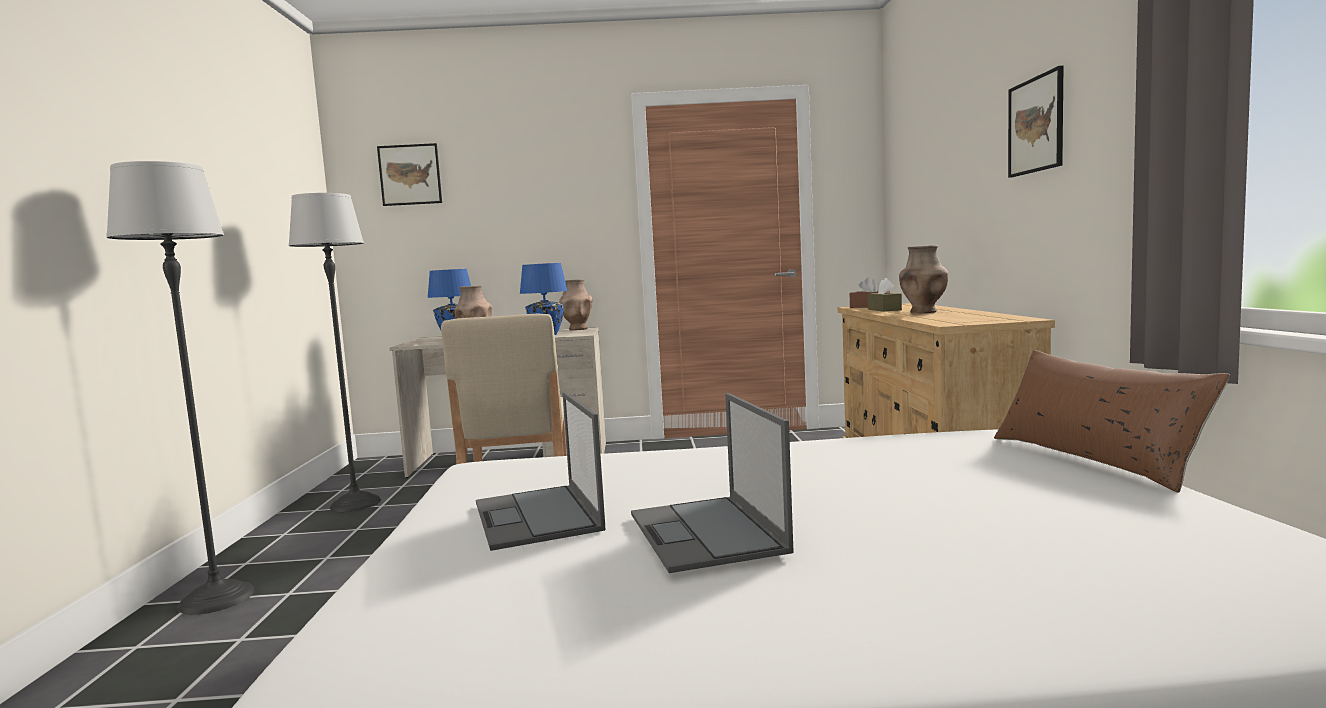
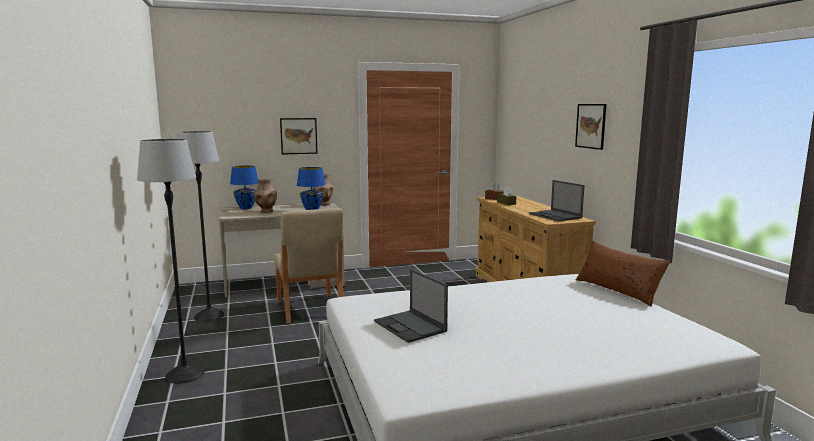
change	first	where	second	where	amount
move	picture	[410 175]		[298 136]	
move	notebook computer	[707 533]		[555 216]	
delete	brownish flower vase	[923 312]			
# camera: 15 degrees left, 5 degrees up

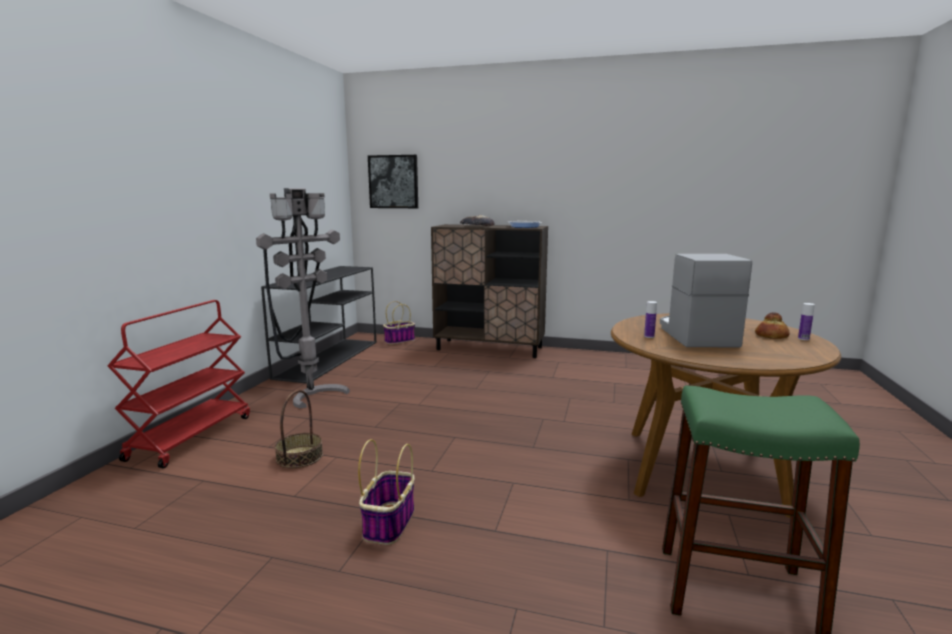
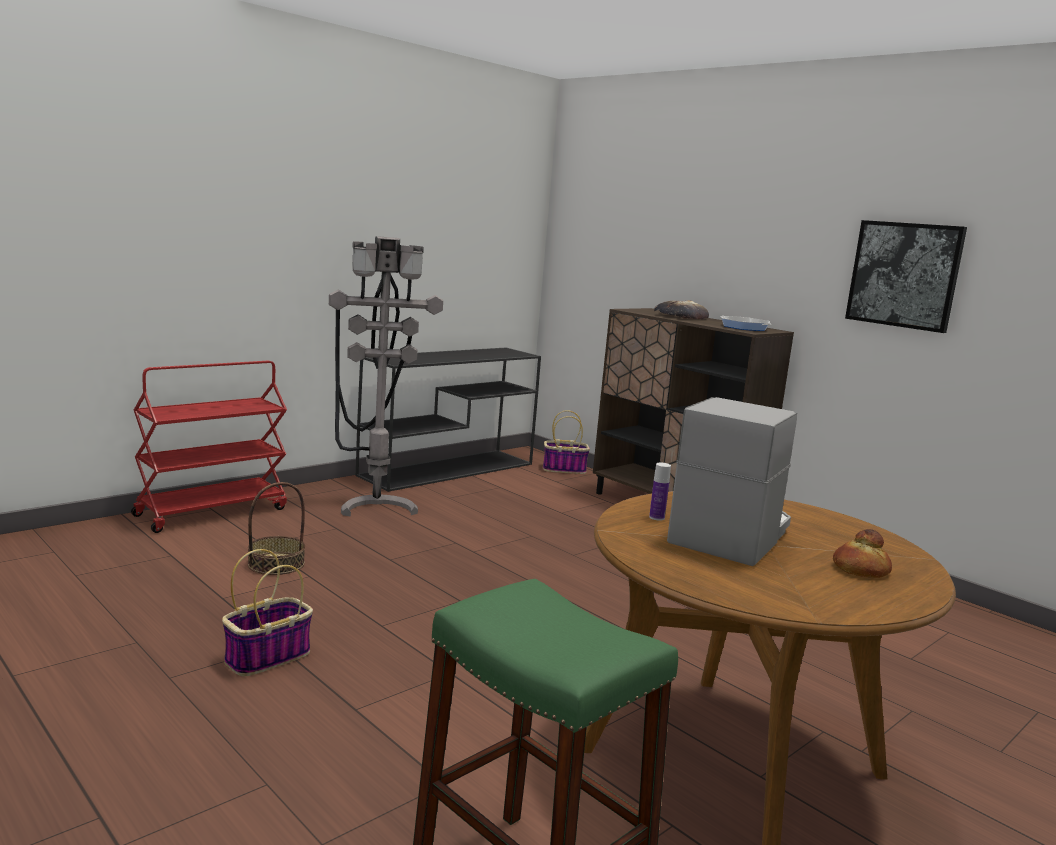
change	first	where	second	where	amount
move	picture	[393 182]		[904 275]	
delete	beverage bottle	[803 339]			
# camera: 30 degrees right, 0 degrees up

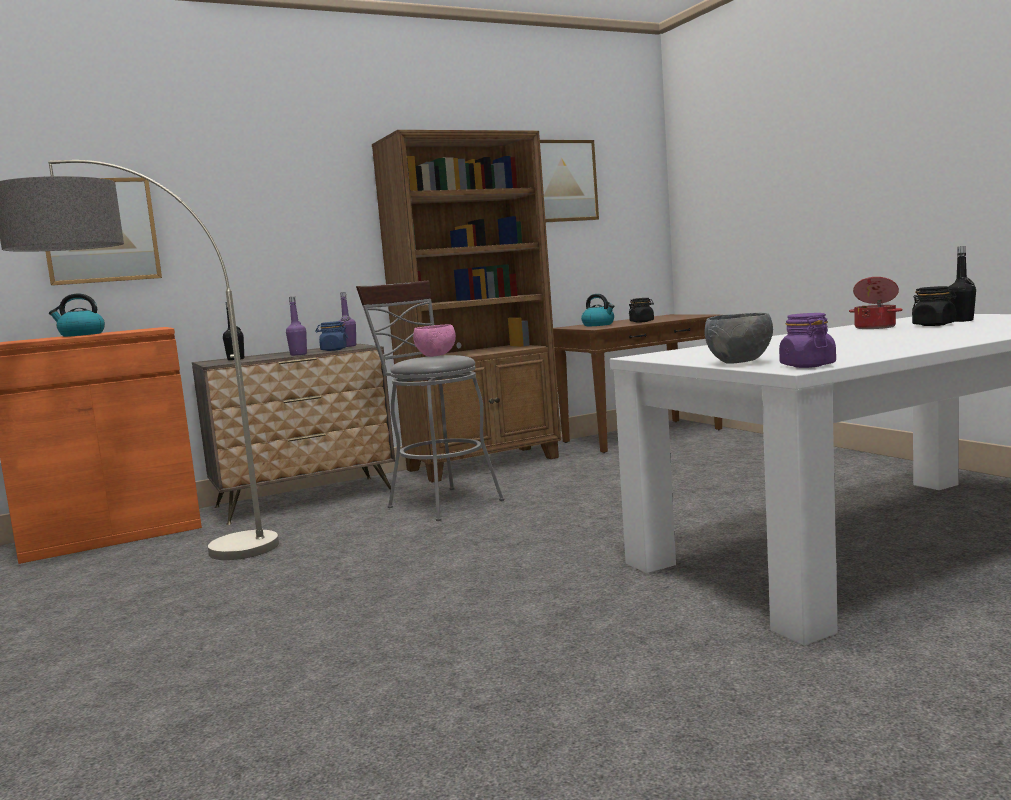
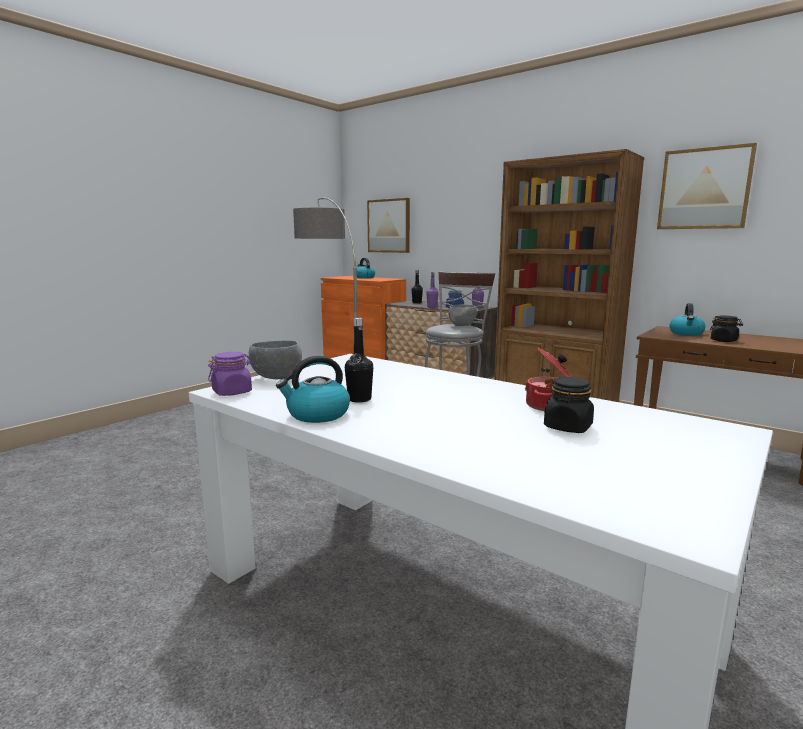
change	first	where	second	where	amount
insert			tea kettle	[317 415]	
move	black-coloured beverage bottle	[961 320]		[359 399]	
recolor	pink-coloured serving bowl	[436 355]	grey serving bowl	[462 326]	
# camera: 65 degrees right, 5 degrees up

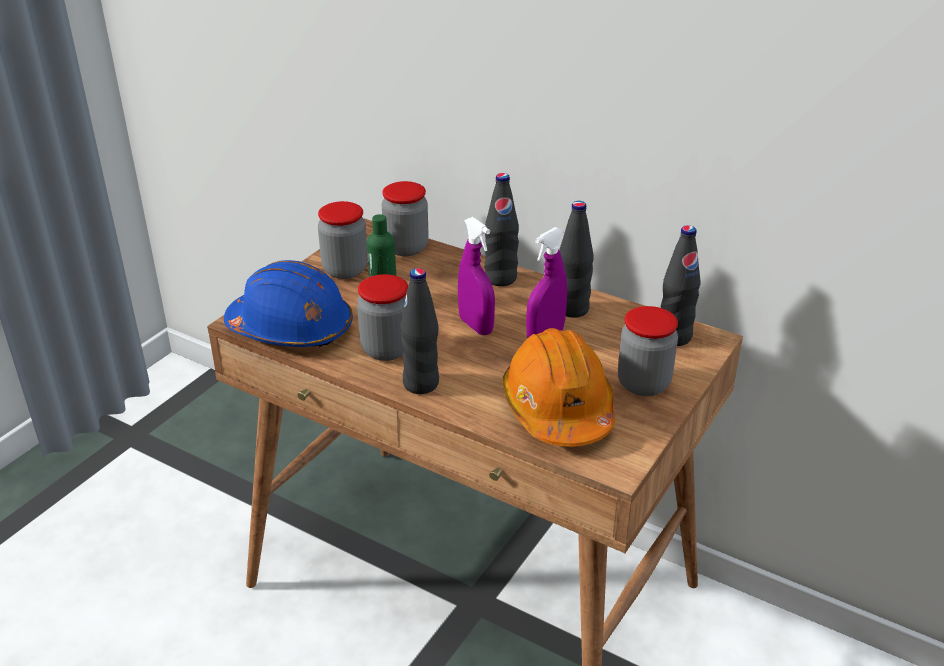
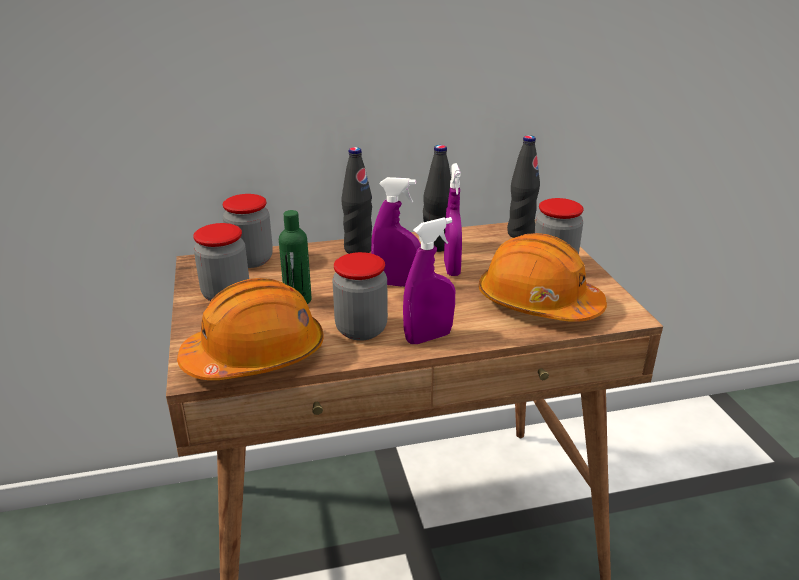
change	first	where	second	where	amount
recolor	blue-coloured work helmet	[291 329]	orange-coloured work helmet	[256 356]	
replace	black-coloured beverage bottle	[421 384]	purple spray bottle	[428 337]	
# camera: 45 degrees left, 5 degrees down

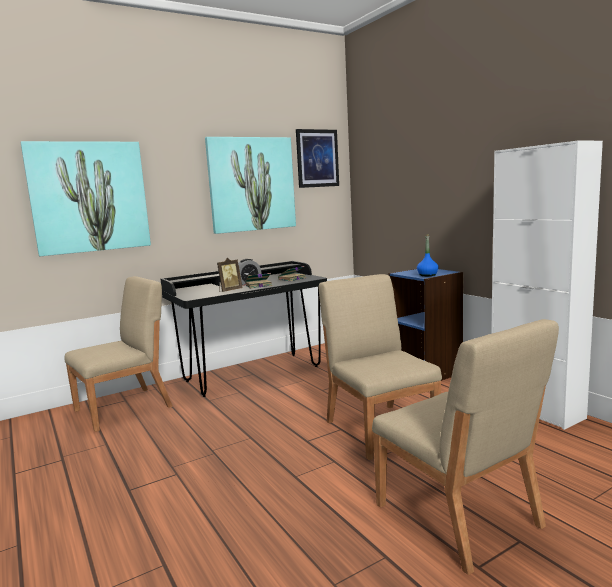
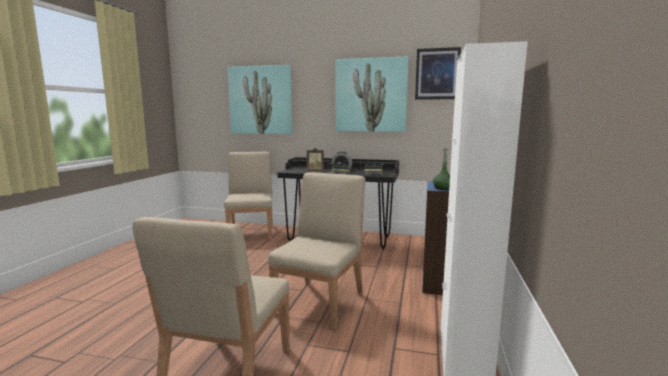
change	first	where	second	where	amount
rotate	beige chair	[125 408]		[251 232]	105 degrees counterclockwise
recolor	blue-coloured beverage bottle	[427 275]	green-coloured beverage bottle	[443 188]	
# camera: 45 degrees right, 0 degrees up

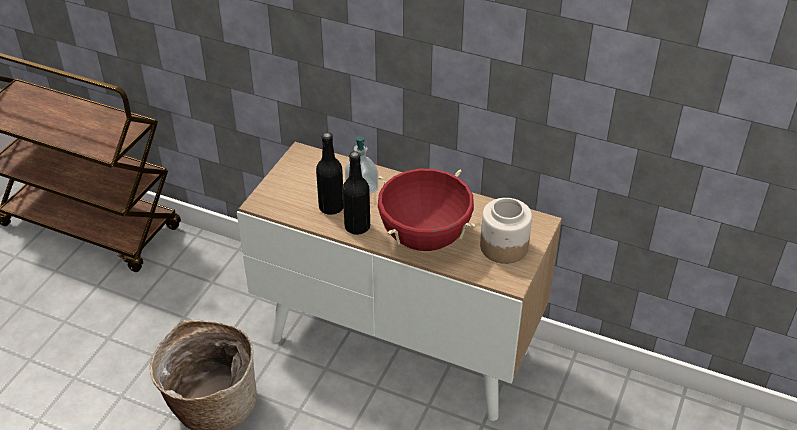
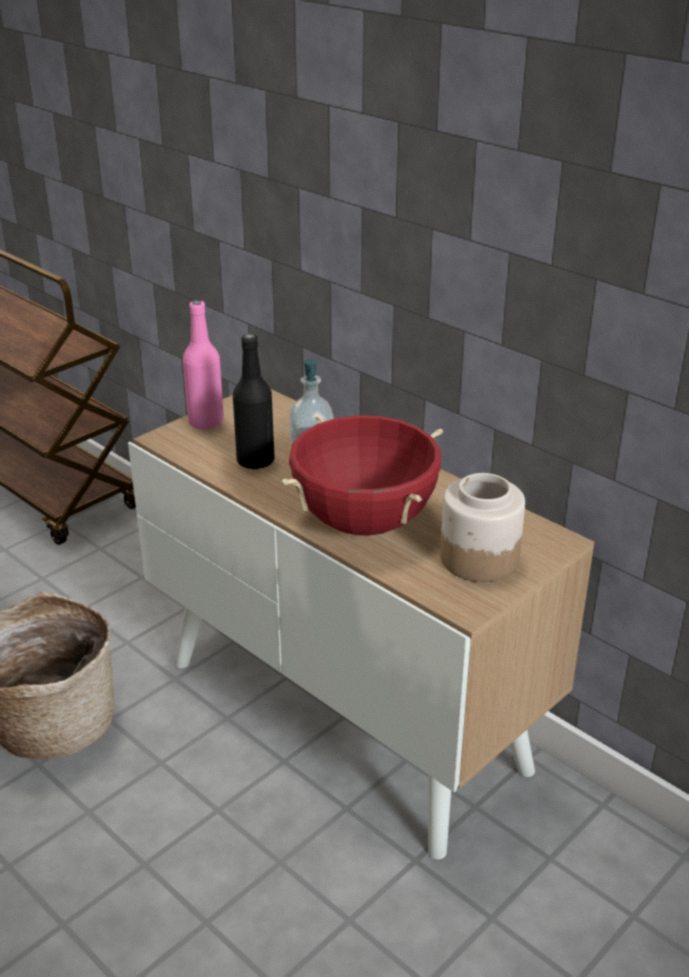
change	first	where	second	where	amount
insert			pink-coloured beverage bottle	[206 422]	
delete	black-coloured beverage bottle	[357 227]			
# camera: 20 degrees right, 10 degrees down

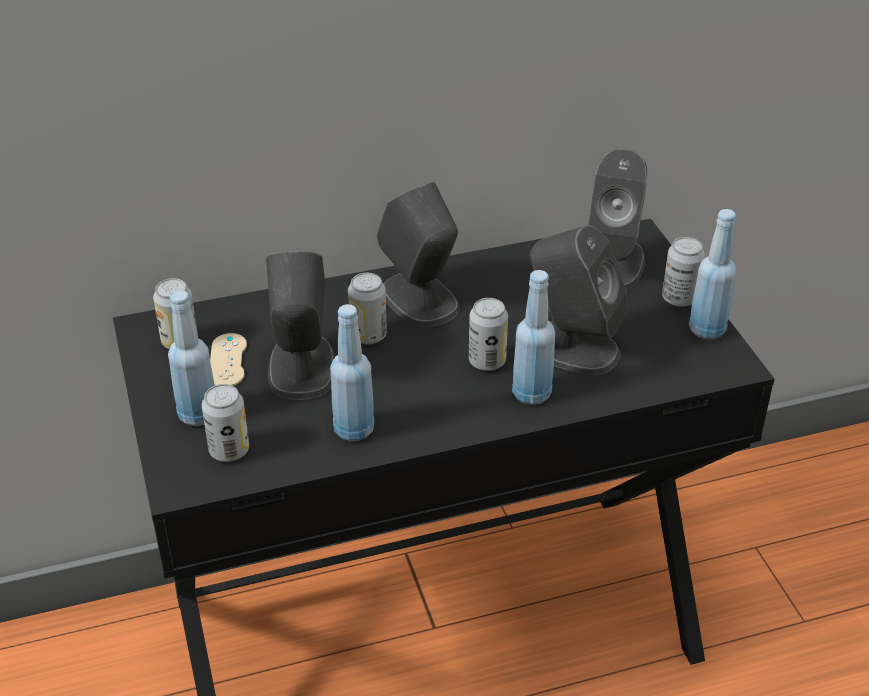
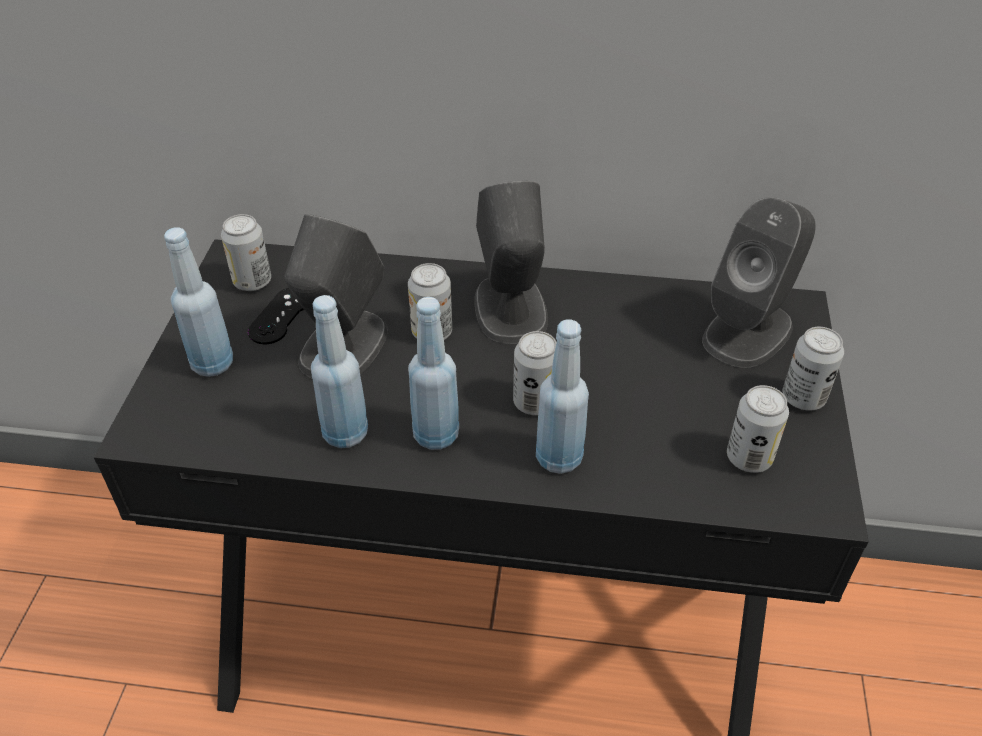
change	first	where	second	where	amount
recolor	beige game controller	[228 361]	black-coloured game controller	[280 316]	
move	blue-coloured beverage bottle	[706 329]		[436 434]	
move	sealed can	[229 450]		[749 458]	
delete	grey audio speaker	[571 348]			
# camera: 25 degrees right, 5 degrees up

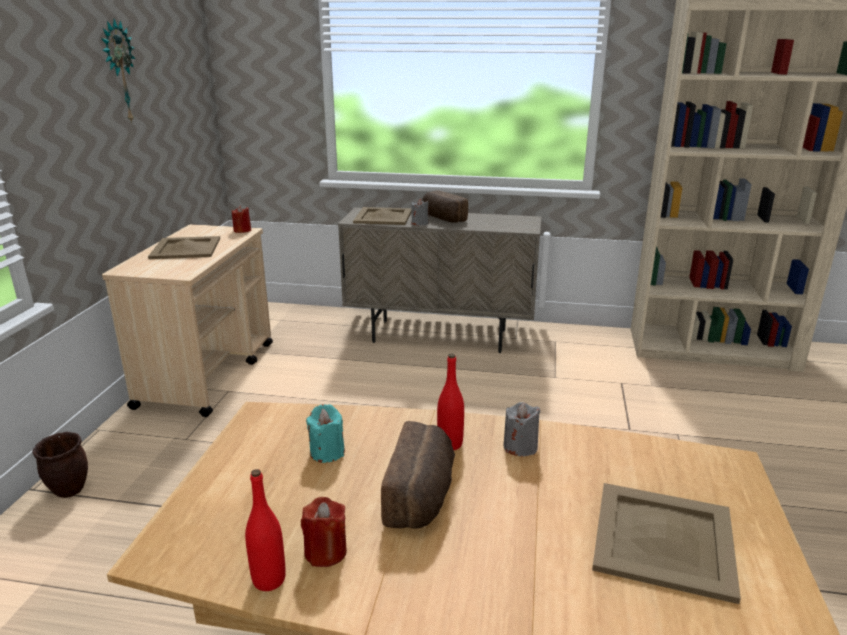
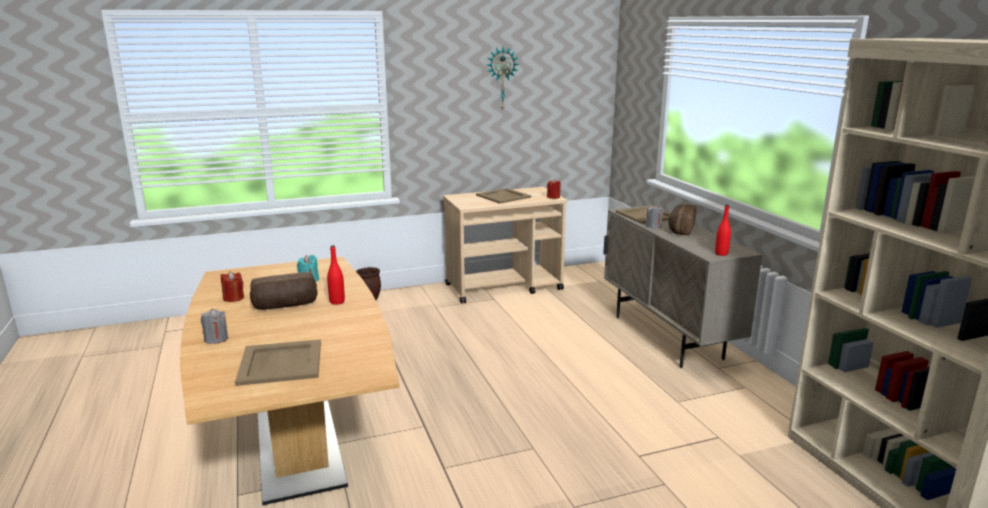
change	first	where	second	where	amount
move	grey candle	[520 447]		[216 339]	
move	red-coloured beverage bottle	[269 580]		[721 254]	
# camera: 60 degrees right, 5 degrees down

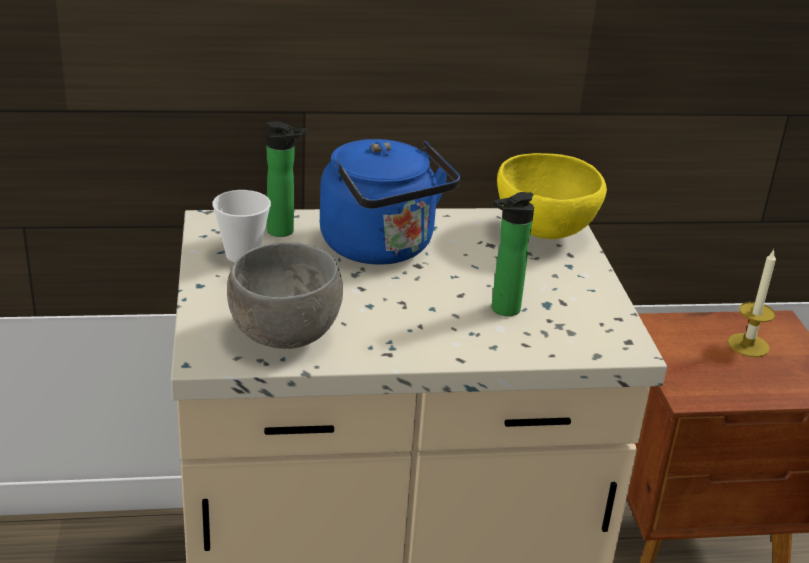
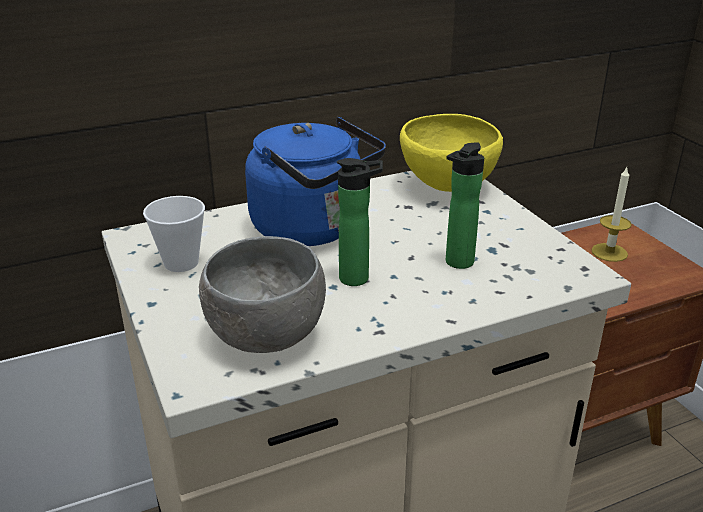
change	first	where	second	where	amount
move	beverage bottle	[284 232]		[359 278]	
# camera: 15 degrees left, 0 degrees up

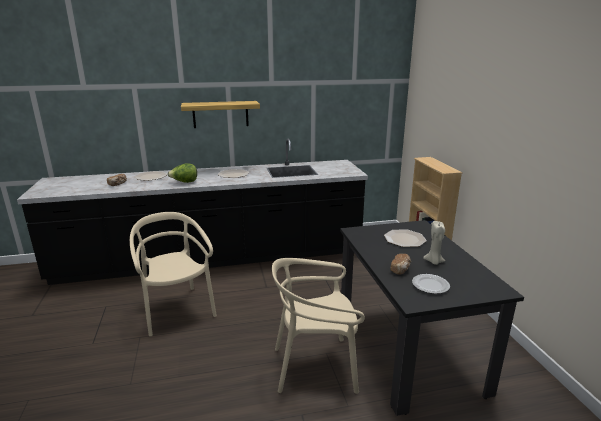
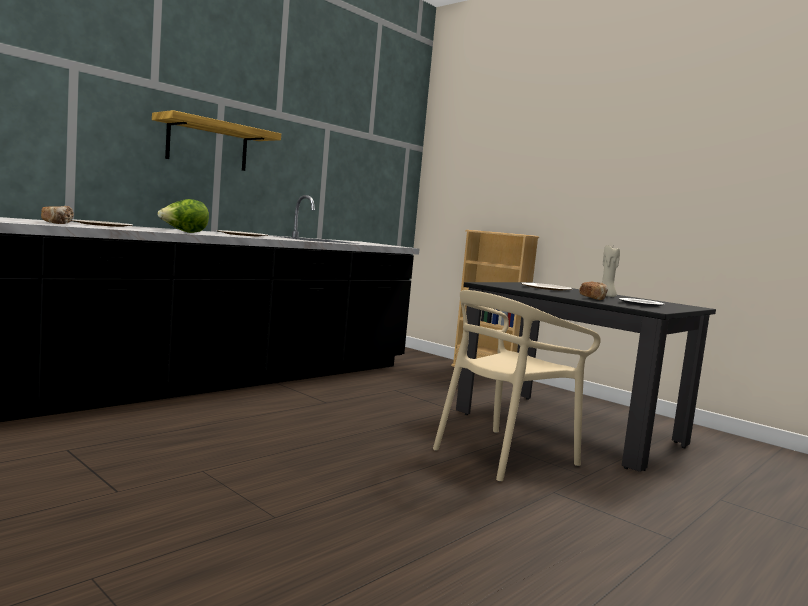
change	first	where	second	where	amount
delete	beige chair	[177 310]			
# camera: 35 degrees left, 15 degrees down

